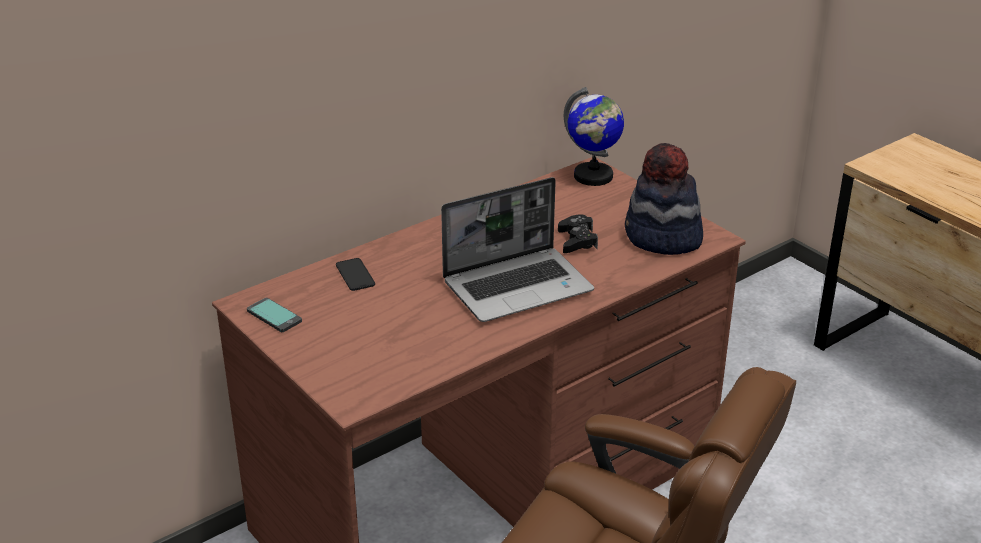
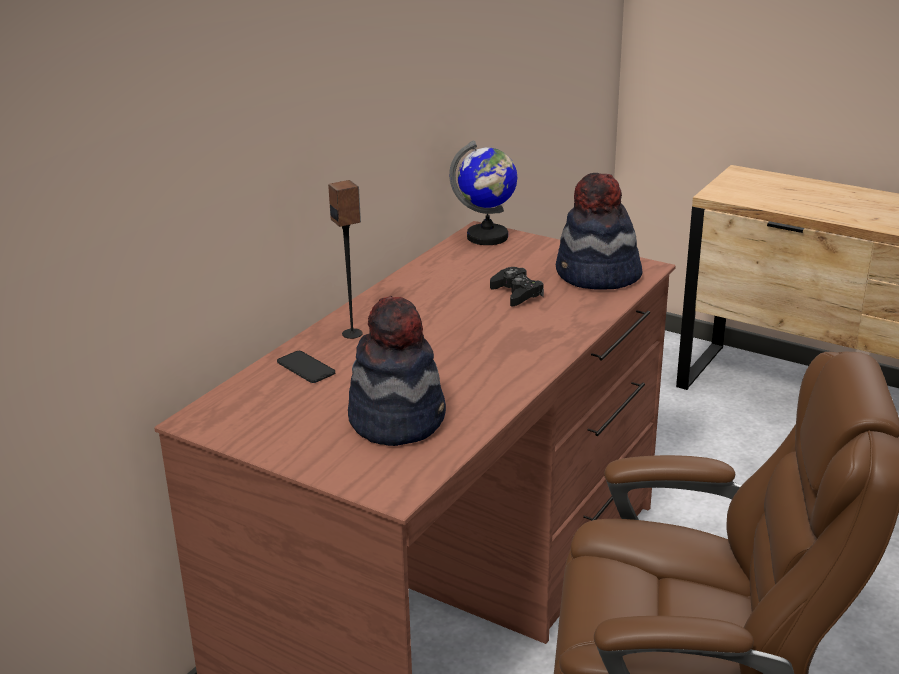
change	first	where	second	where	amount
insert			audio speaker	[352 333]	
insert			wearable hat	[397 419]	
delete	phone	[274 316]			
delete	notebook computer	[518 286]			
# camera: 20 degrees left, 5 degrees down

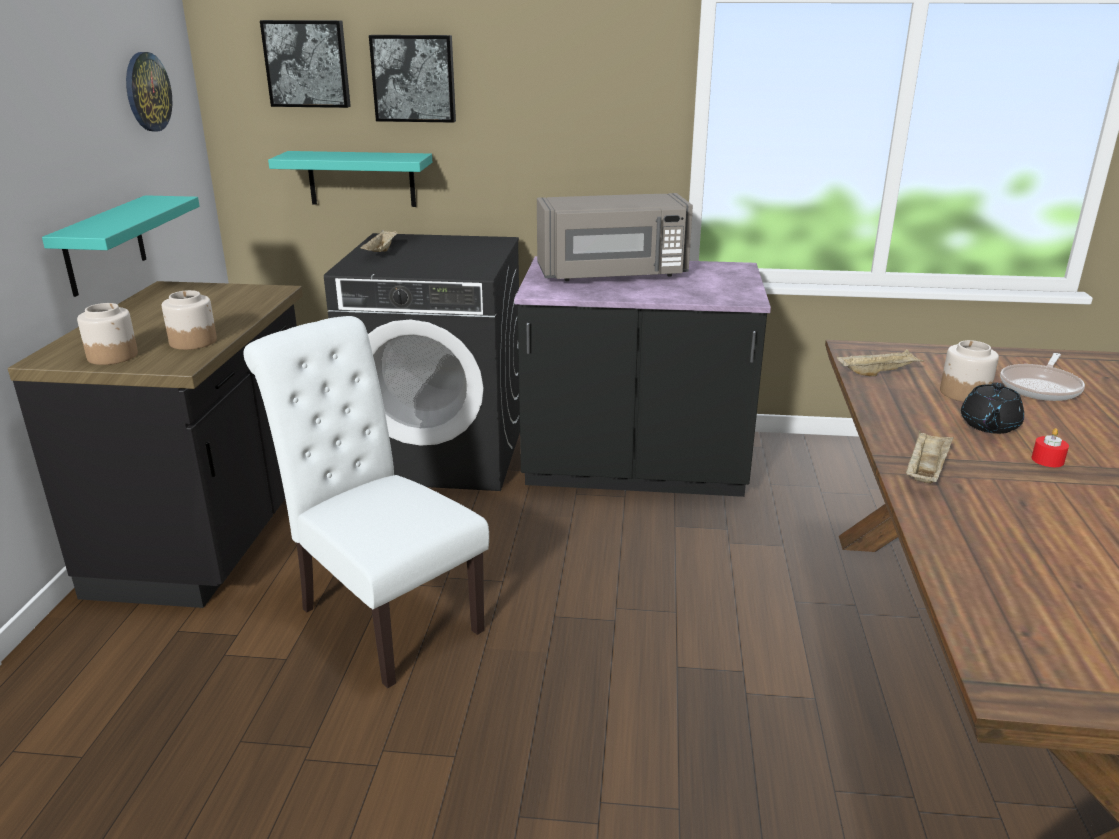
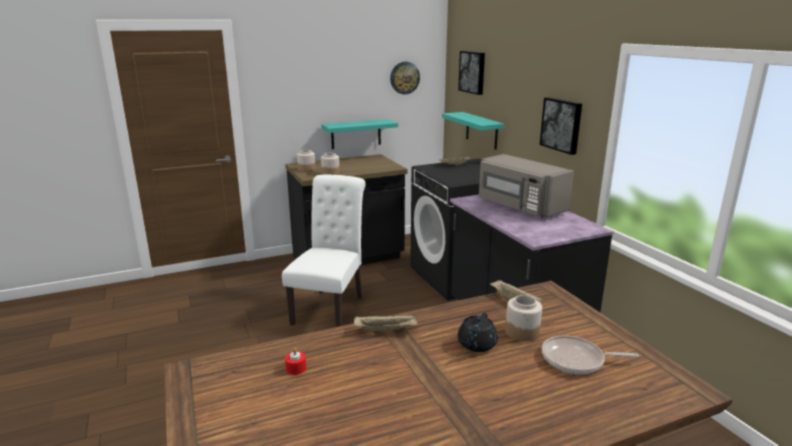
change	first	where	second	where	amount
move	red-coloured candle	[1047 460]		[296 368]	
rotate	black-coloured pot for tea	[989 426]		[476 345]	60 degrees counterclockwise
move	picture	[414 78]		[562 125]	
# camera: 60 degrees right, 5 degrees down

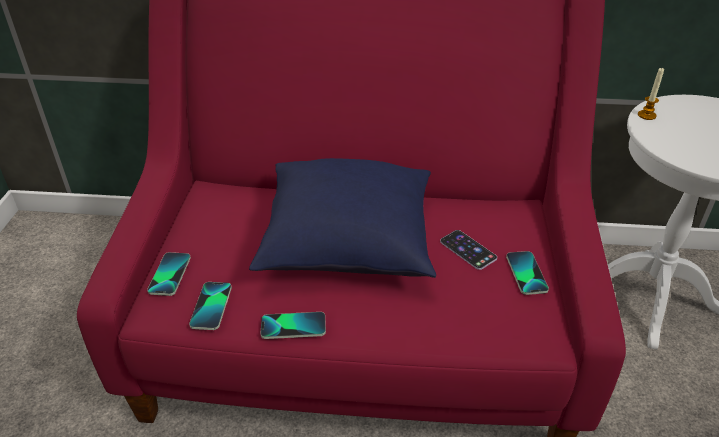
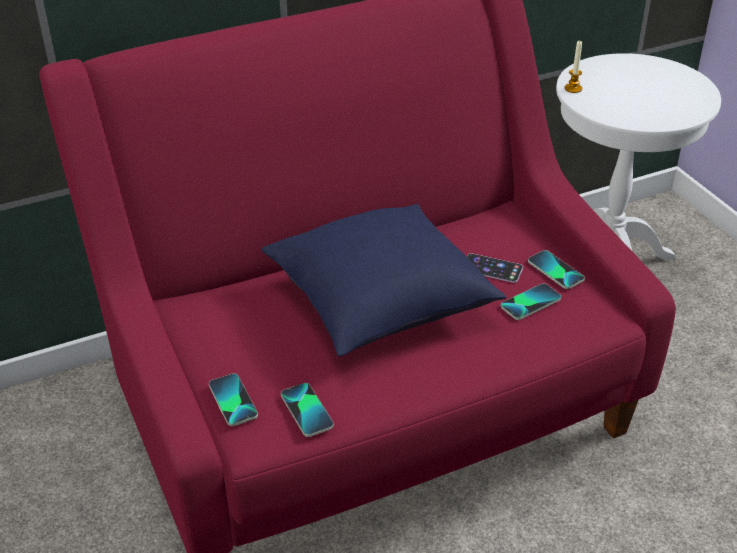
change	first	where	second	where	amount
move	phone	[293 326]		[530 302]	
# camera: 30 degrees left, 0 degrees up

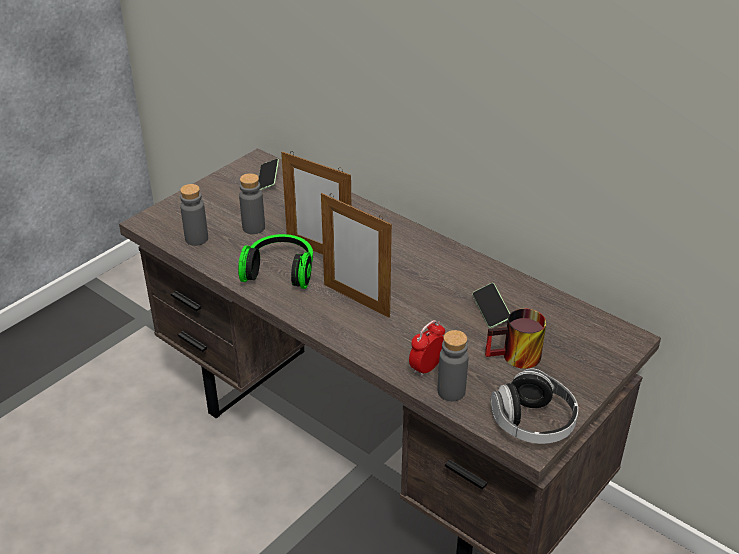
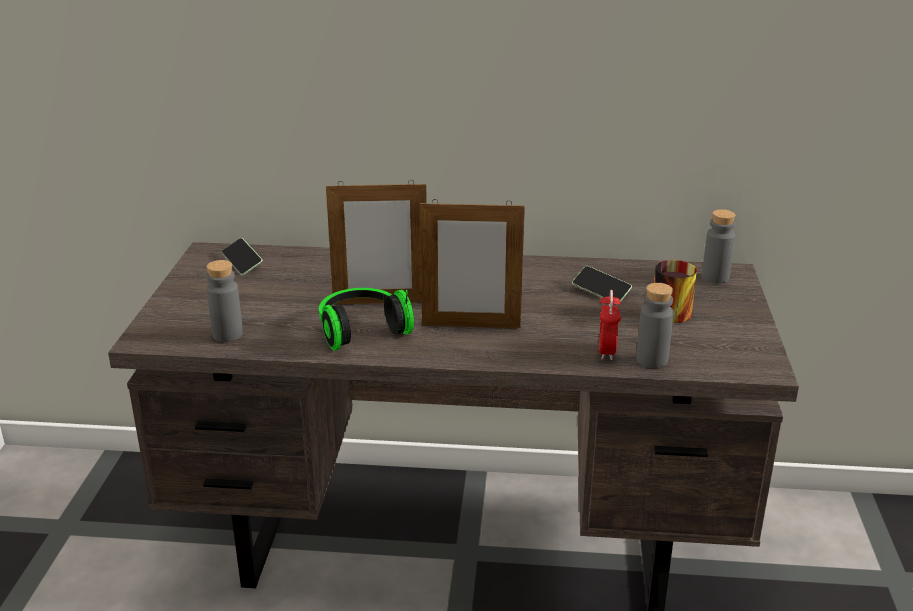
change	first	where	second	where	amount
move	grey beverage bottle	[253 228]		[715 278]	
delete	headset	[533 423]			
# camera: 35 degrees left, 10 degrees down

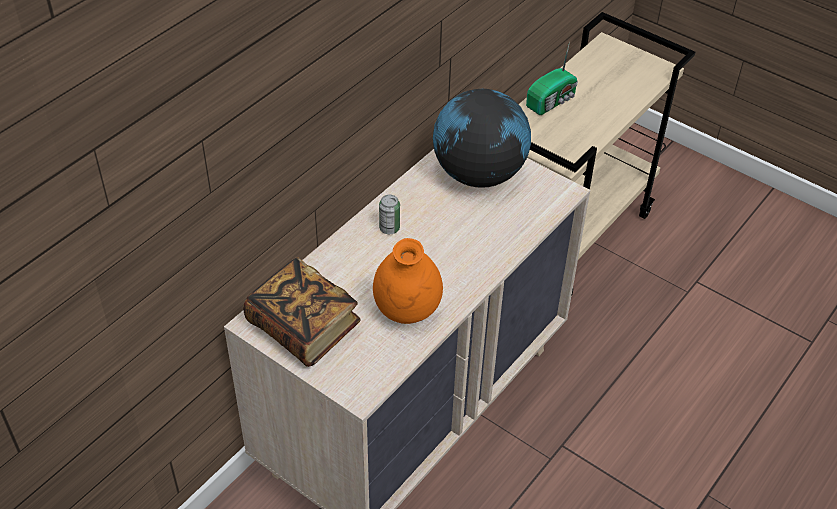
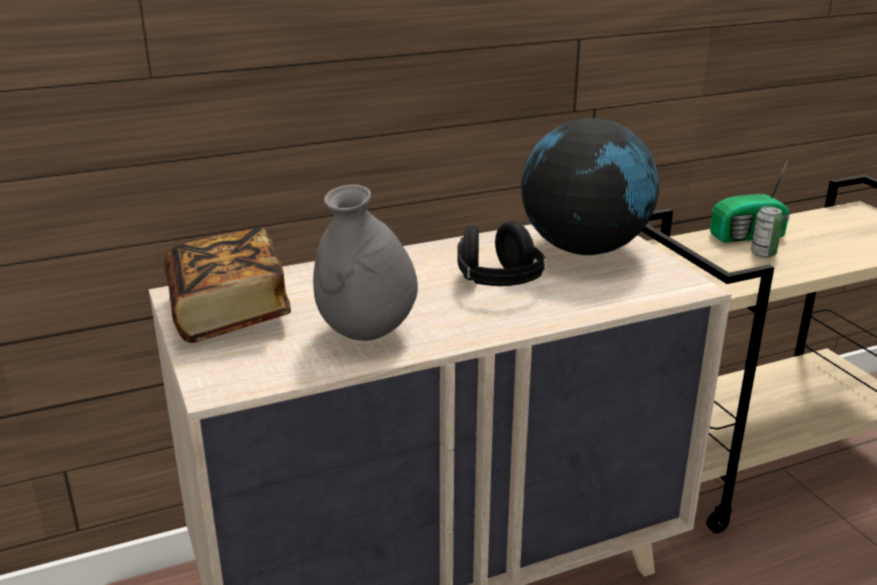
change	first	where	second	where	amount
recolor	orange-coloured flower vase	[407 311]	grey flower vase	[366 333]	
insert			black-coloured headset	[498 283]	
move	sealed can	[389 228]		[763 253]	
# camera: 30 degrees right, 20 degrees down

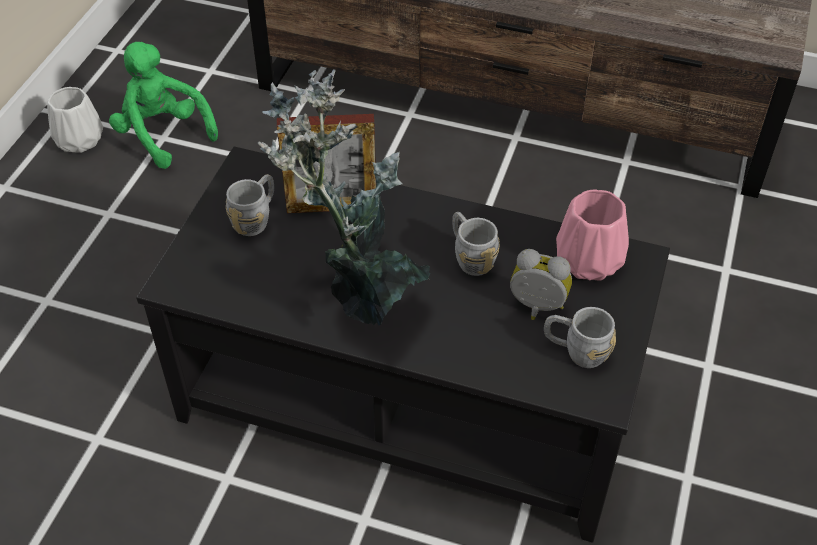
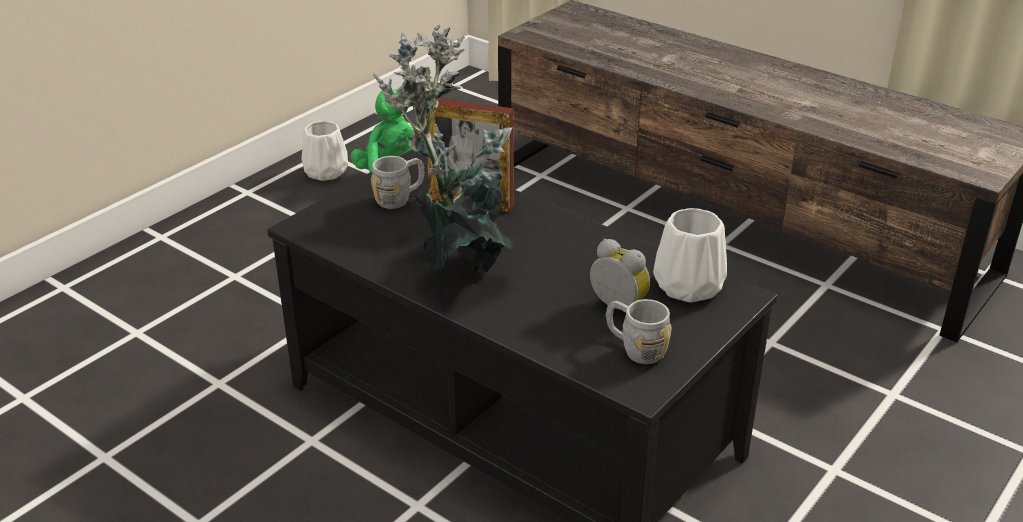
change	first	where	second	where	amount
recolor	pink-coloured flower vase	[590 259]	white flower vase	[690 286]	
delete	grey tea mug	[470 257]			
# camera: 20 degrees right, 15 degrees down

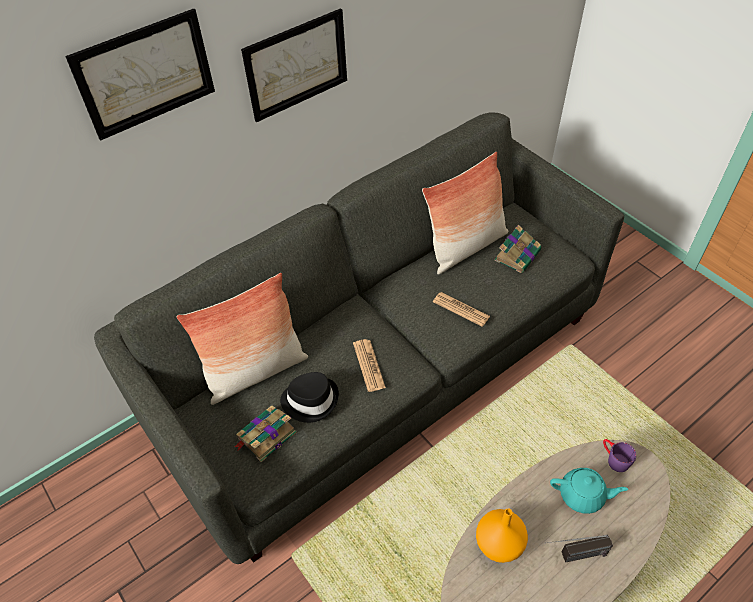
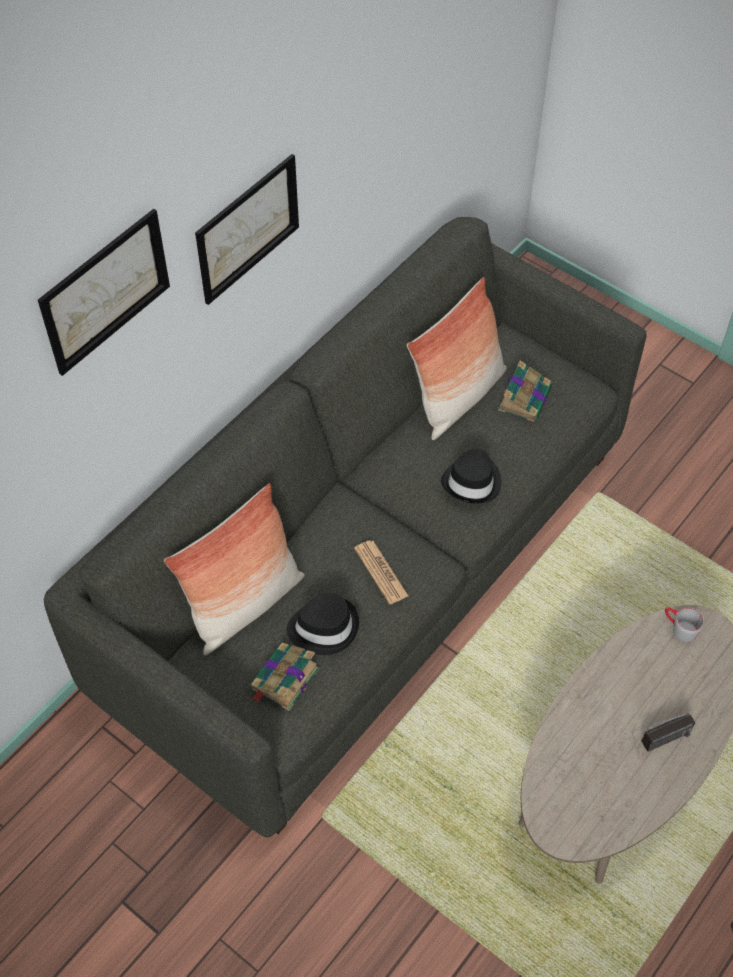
change	first	where	second	where	amount
replace	printed paper	[461 309]	black-coloured wearable hat	[472 482]	
recolor	purple tea mug	[614 459]	grey tea mug	[679 628]	
delete	orange-coloured flower vase	[498 545]			
delete	blue-green pot for tea	[582 495]			
# camera: 15 degrees left, 5 degrees up

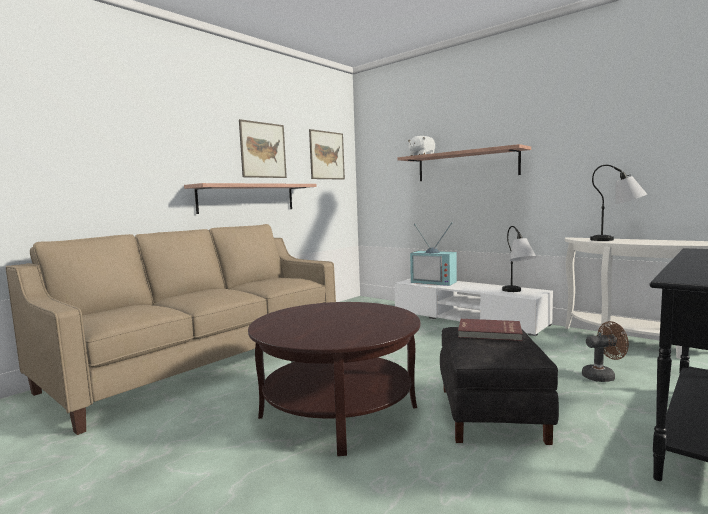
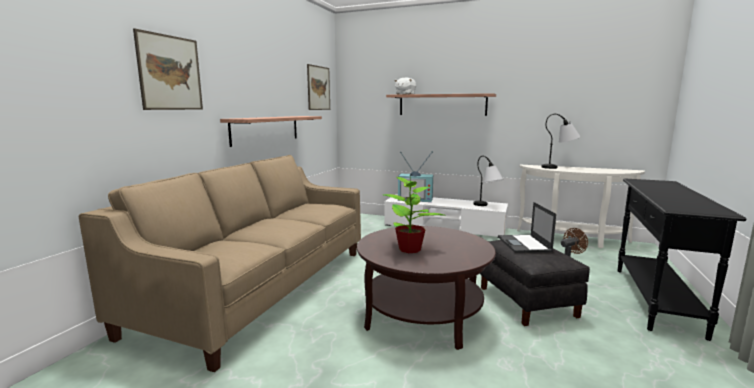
change	first	where	second	where	amount
move	picture	[263 150]		[170 73]	
insert			potted plant	[410 249]	
replace	red-coloured volume	[489 332]	notebook computer	[524 244]	
# camera: 20 degrees left, 5 degrees up

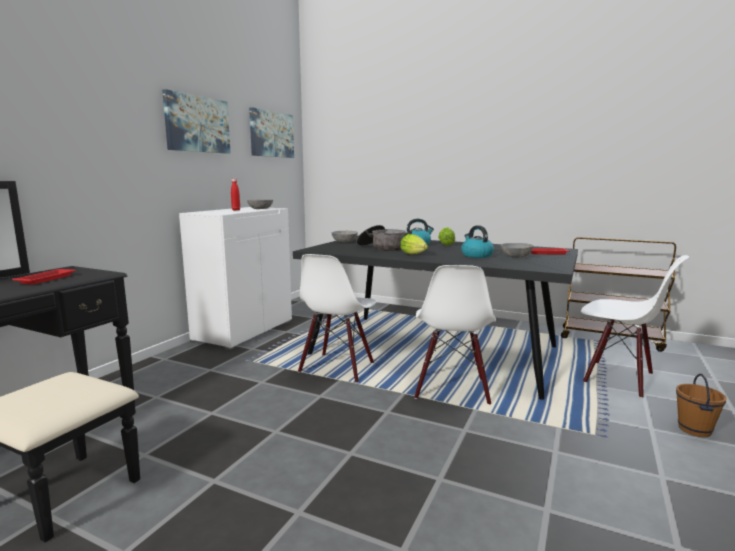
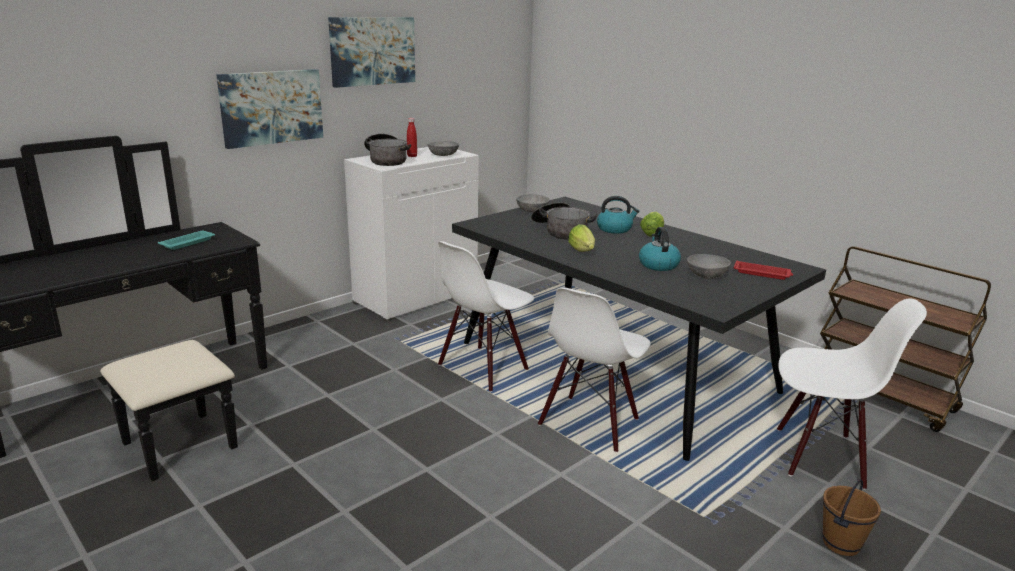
change	first	where	second	where	amount
recolor	red-coloured serving tray	[47 279]	blue-green serving tray	[188 243]	
move	picture	[271 134]		[271 107]	
insert			stockpot	[386 160]	
rotate	white chair	[618 378]		[820 456]	45 degrees counterclockwise
# camera: 20 degrees right, 10 degrees up

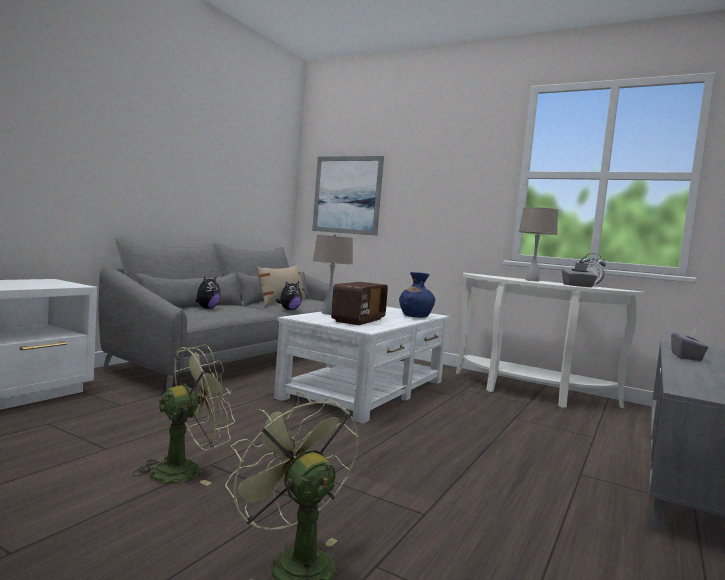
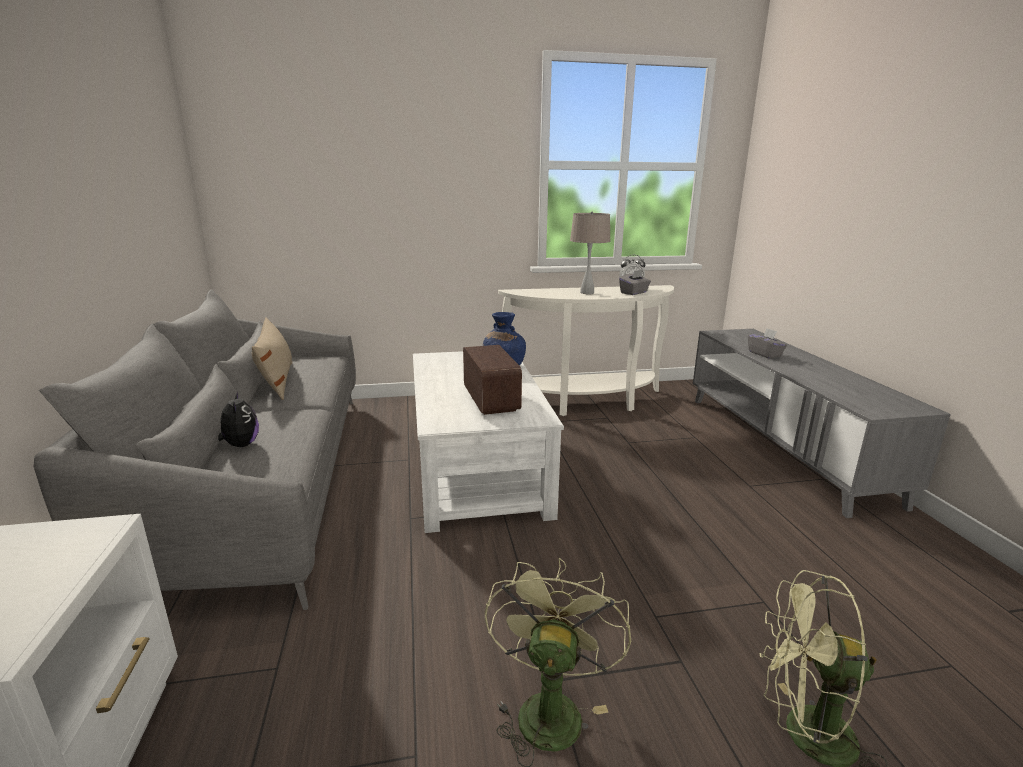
change	first	where	second	where	amount
delete	cuddly toy	[289 310]			
delete	picture	[347 195]			
delete	beige table lamp	[328 313]			
# camera: 40 degrees left, 15 degrees up

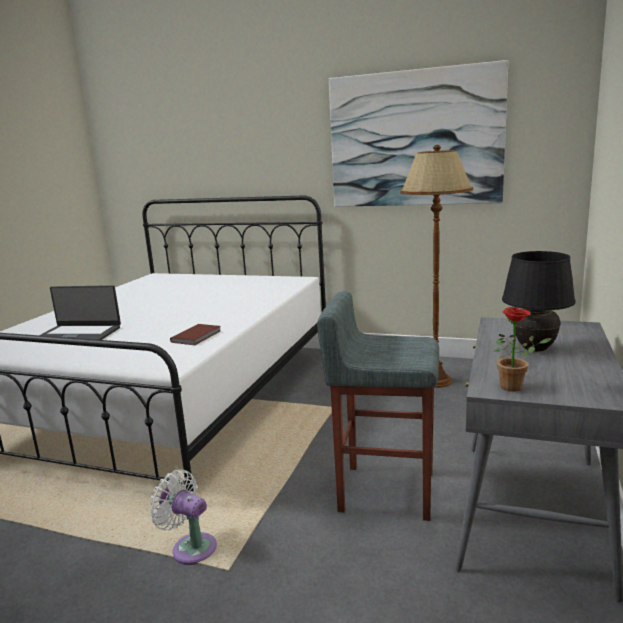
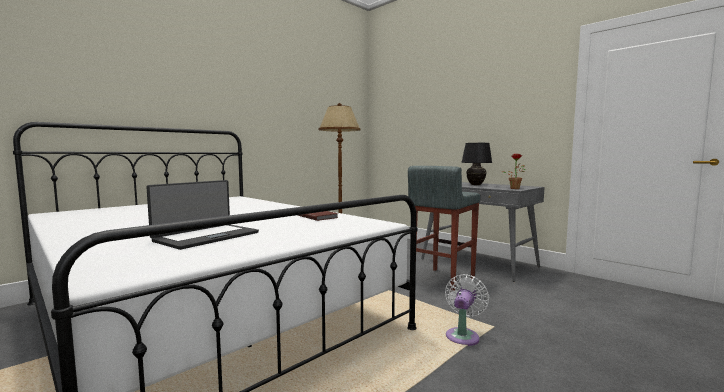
change	first	where	second	where	amount
rotate	white fan	[191 547]		[463 335]	150 degrees clockwise
delete	picture	[414 139]			
# camera: 65 degrees left, 10 degrees down

